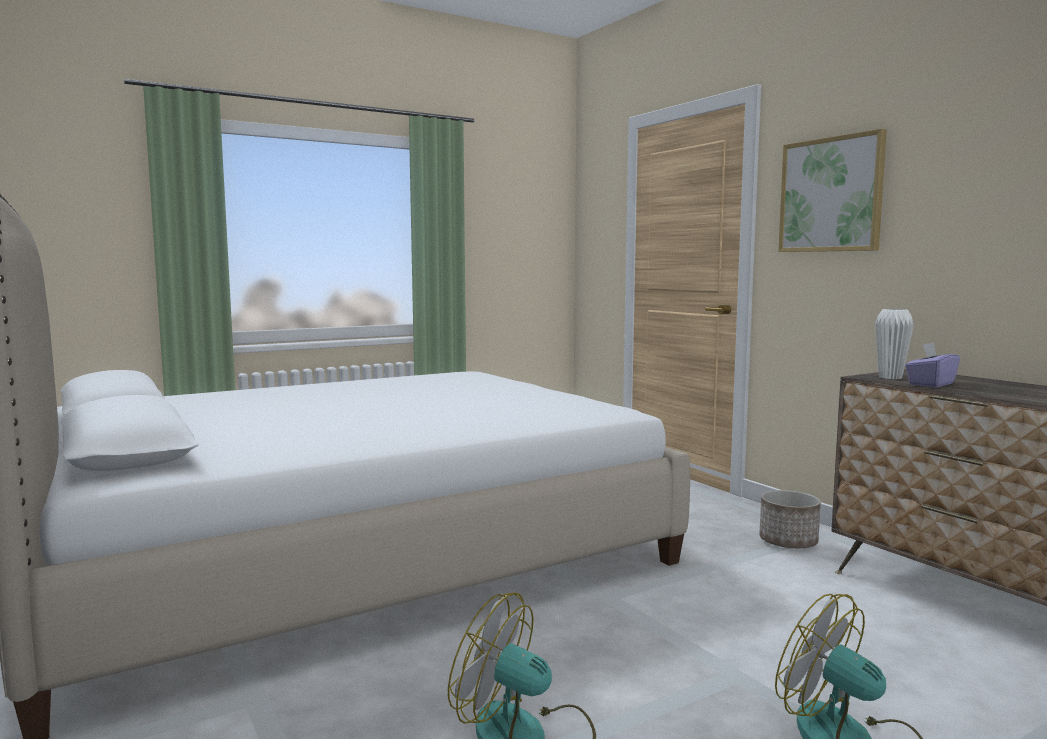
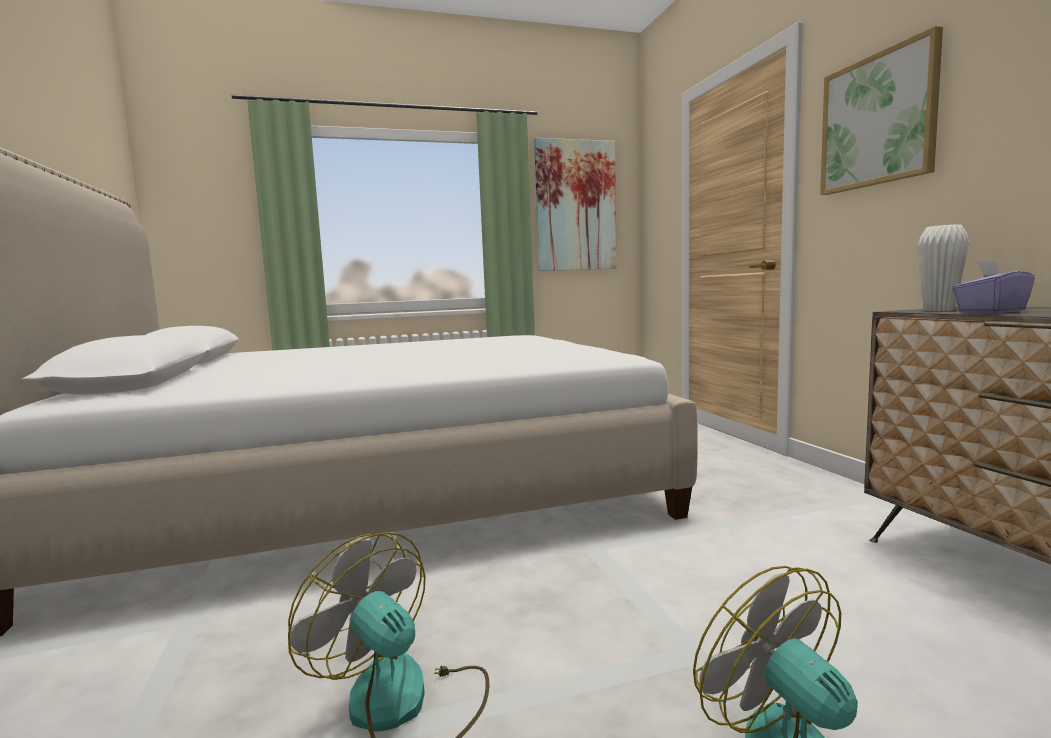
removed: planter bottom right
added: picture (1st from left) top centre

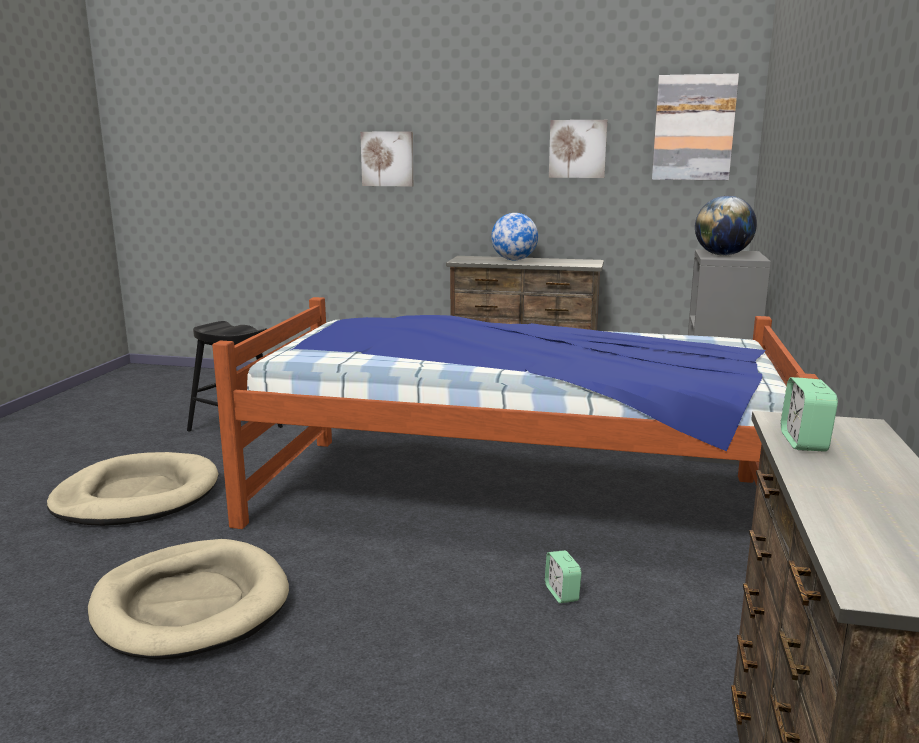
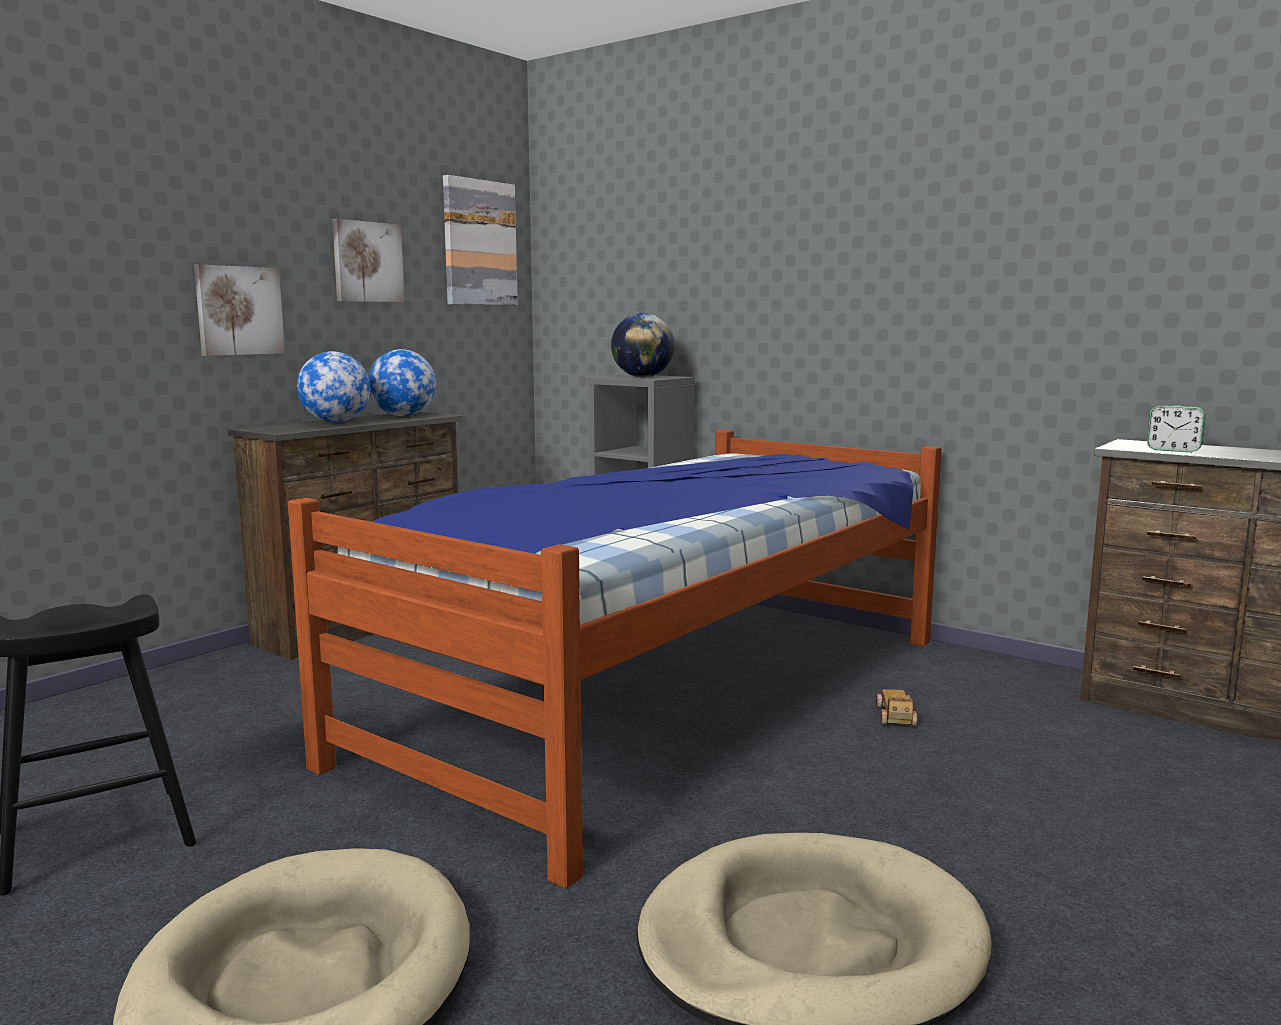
added: globe (2nd from left) middle left
moved: picture (1st from left) top centre to top left
replaced: alarm clock (1st from left) bottom centre to toy car bottom right

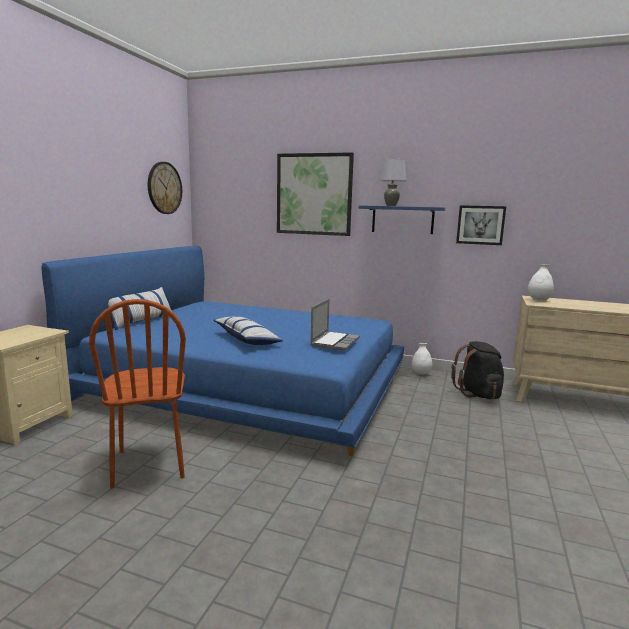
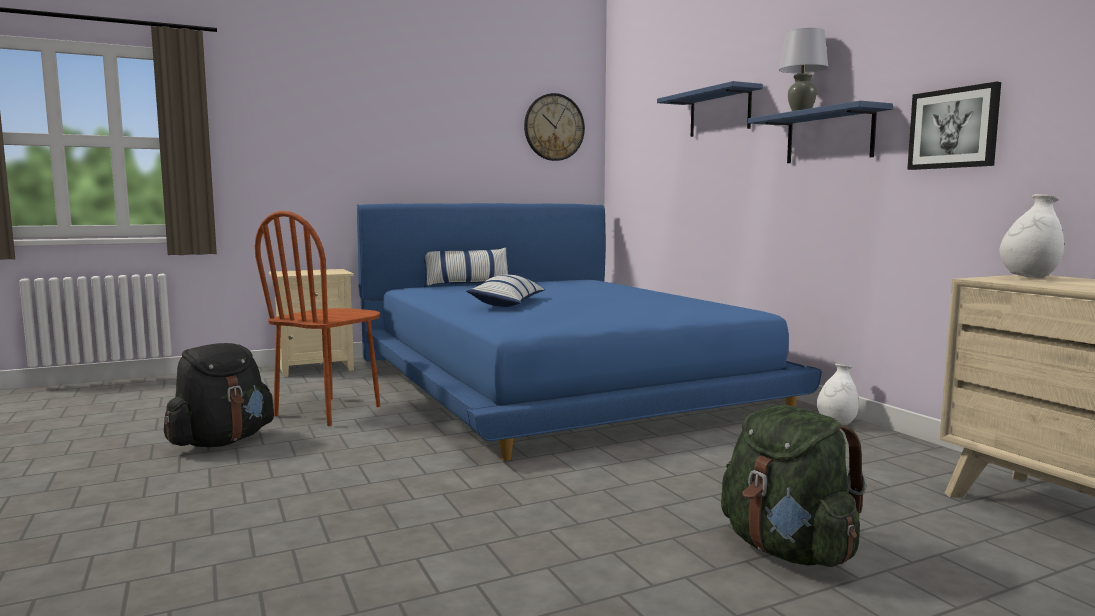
removed: laptop centre
added: green backpack bottom right
moved: black backpack middle right to middle left
replaced: picture (1st from left) top centre to blue shelf (1st from left) top centre

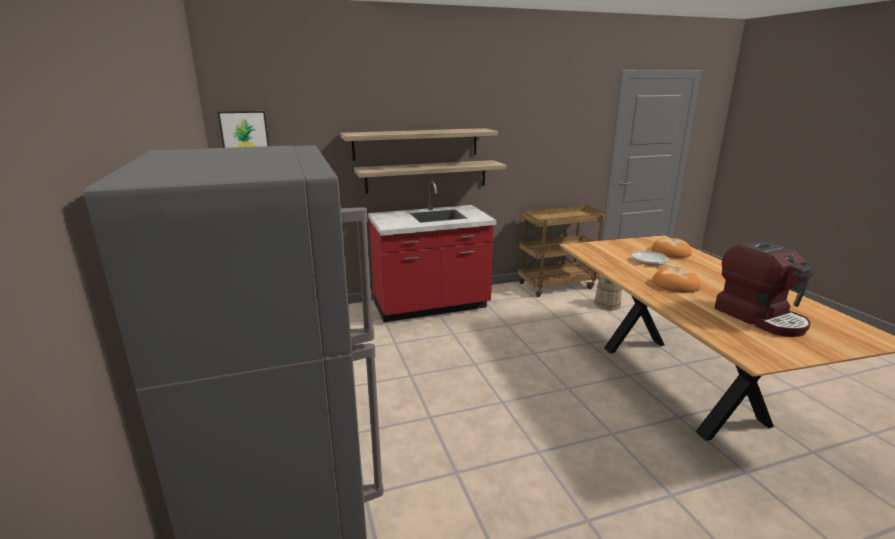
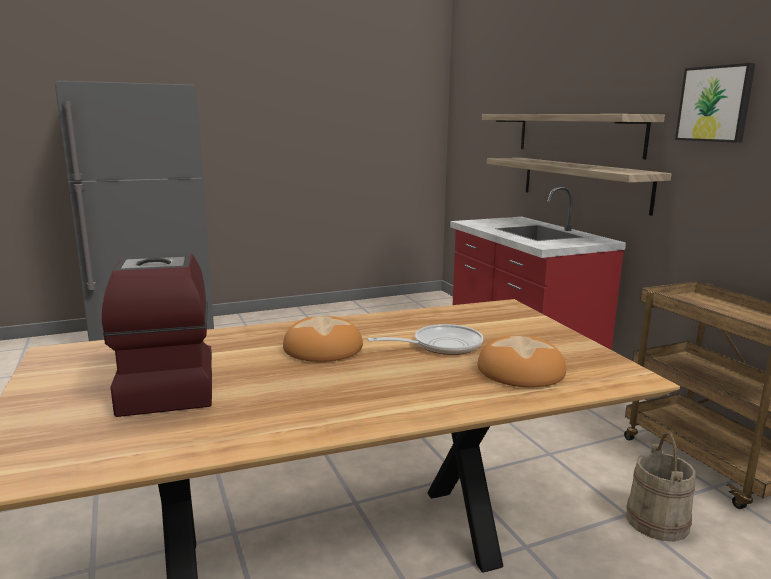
moved: picture top left to top right
turned: coffee machine middle right = middle left 105 degrees clockwise

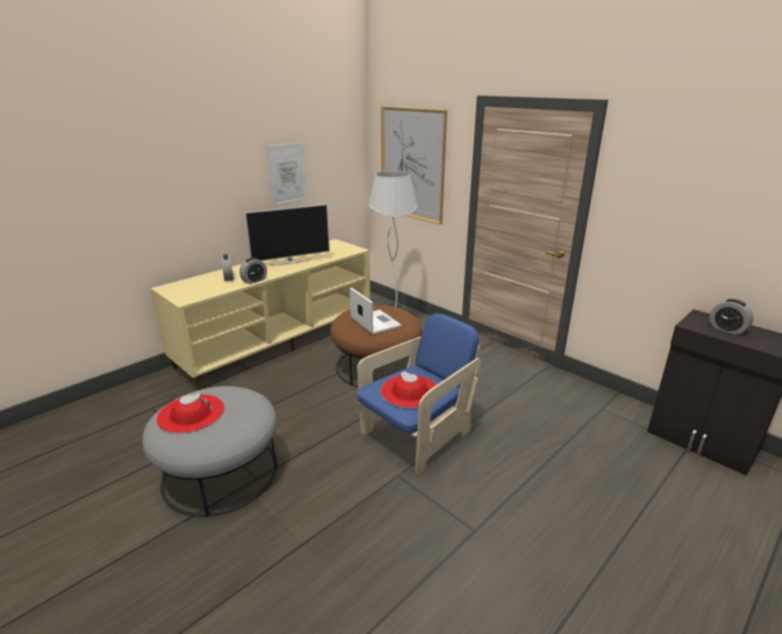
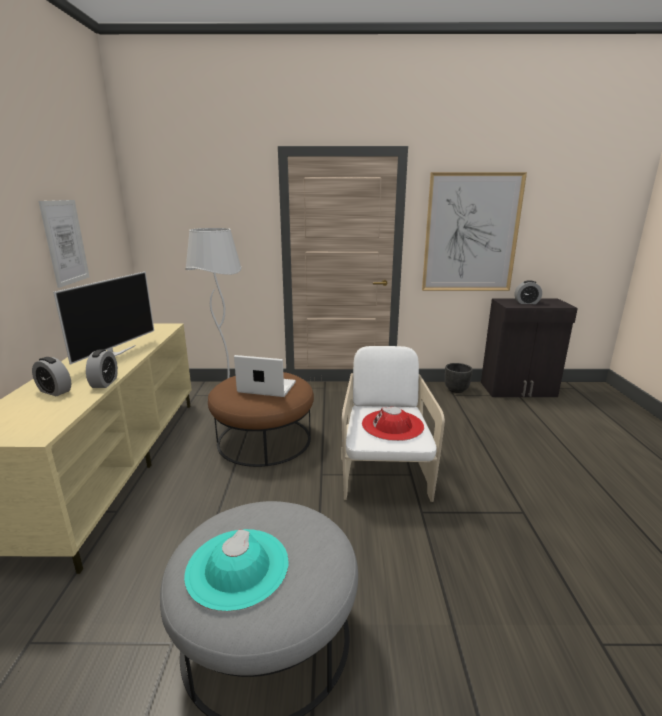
added: black planter middle right
moved: picture (2nd from left) top centre to top right
recoloured: red hat (1st from left) middle left to turquoise hat bottom centre; blue armchair centre to white armchair centre

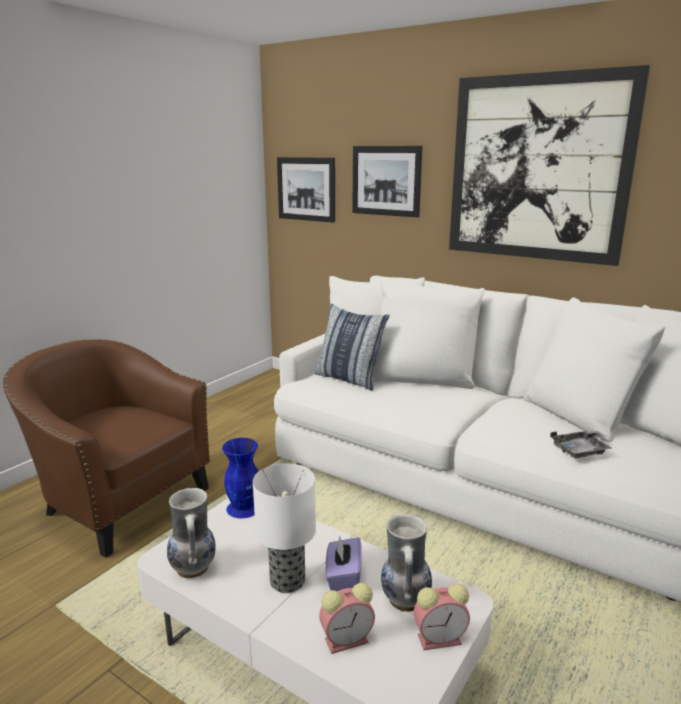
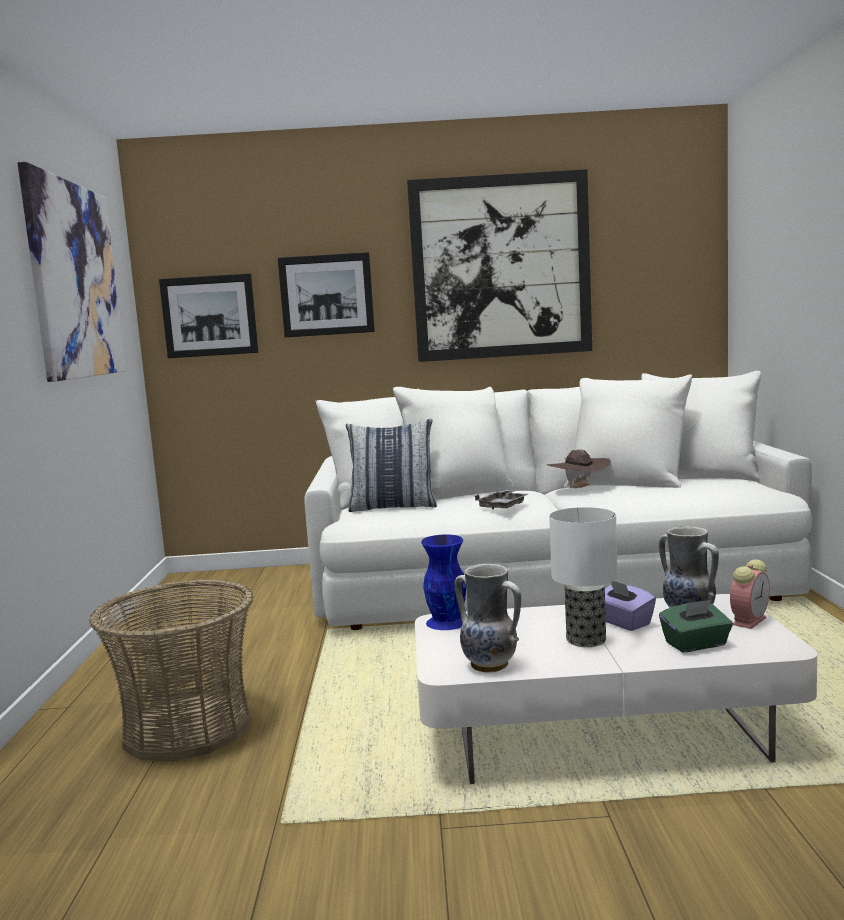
added: picture (1st from left) top left; brown hat middle right
moved: grey tray middle right to centre
replaced: brown armchair middle left to basket bottom left; alarm clock (1st from left) bottom centre to green tissue box bottom right

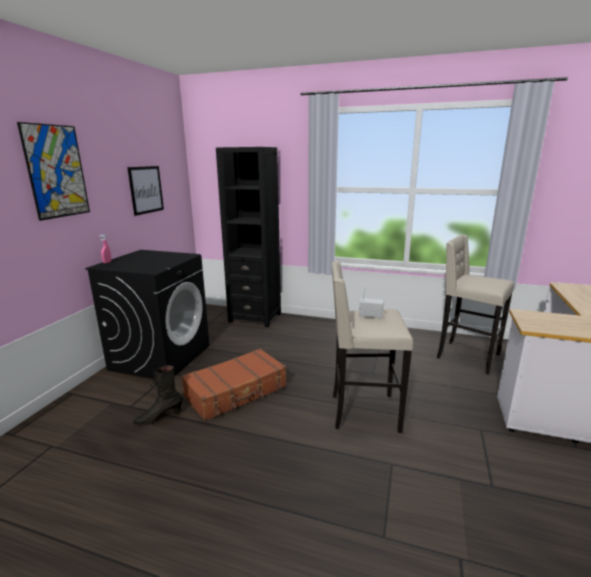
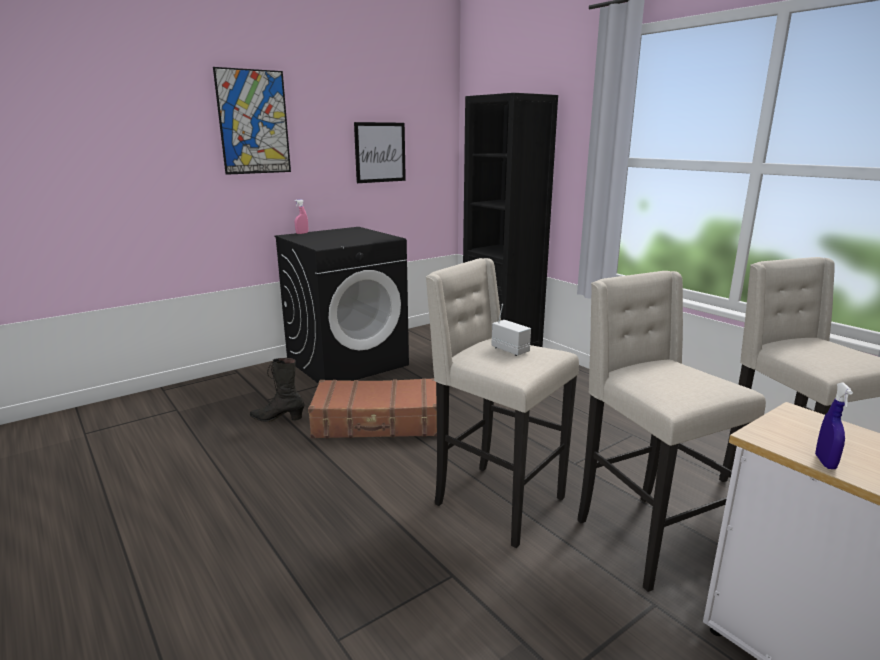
added: beige stool (2nd from left) middle right; blue spray bottle middle right

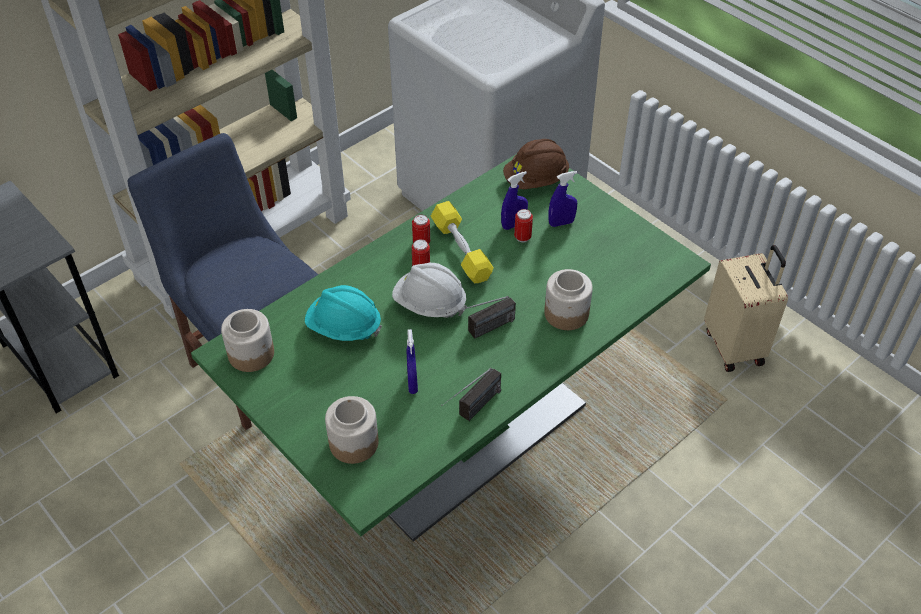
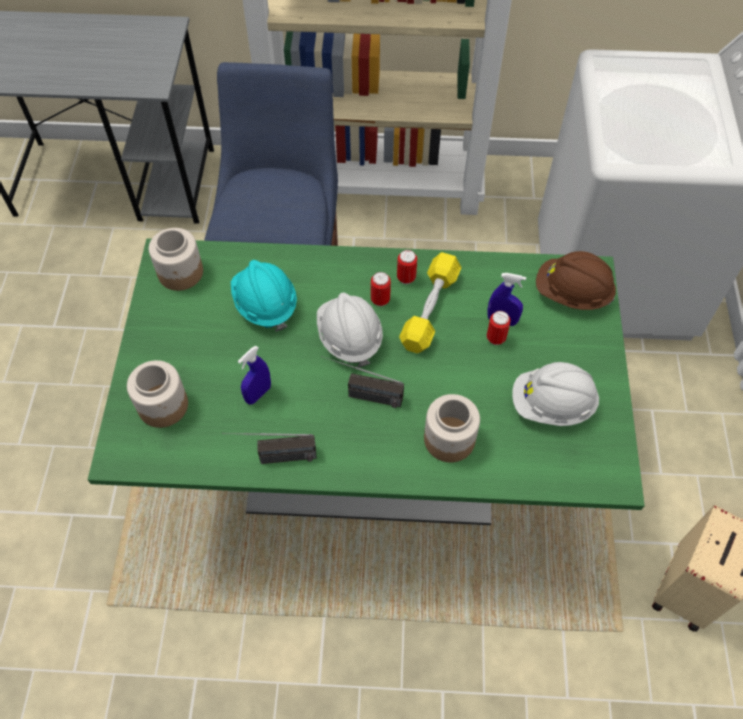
removed: blue spray bottle (3rd from left) top centre
added: white hard hat (2nd from left) middle right

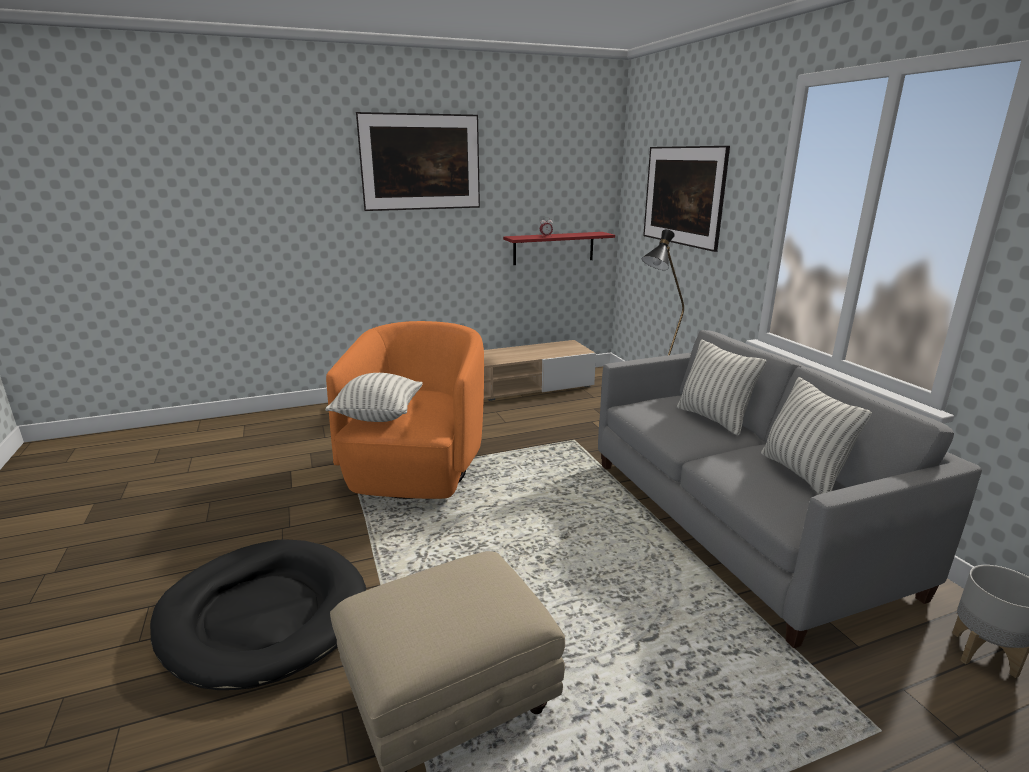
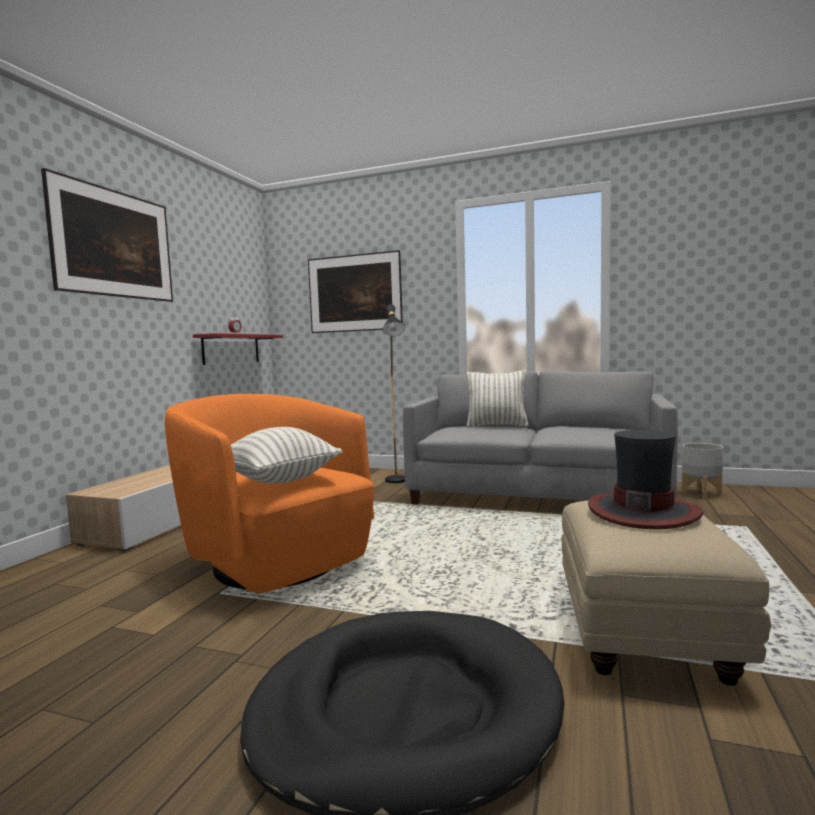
removed: pillow (3rd from left) middle right
added: hat middle right

